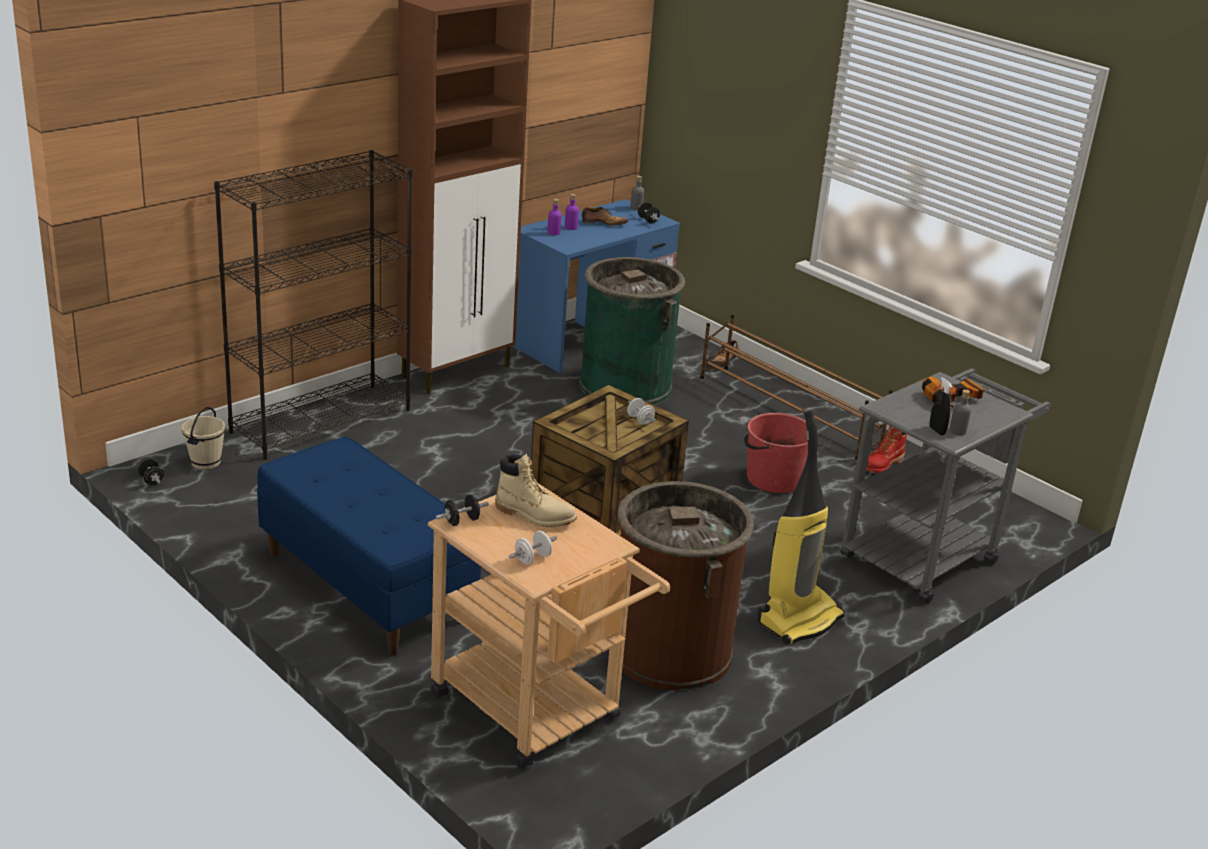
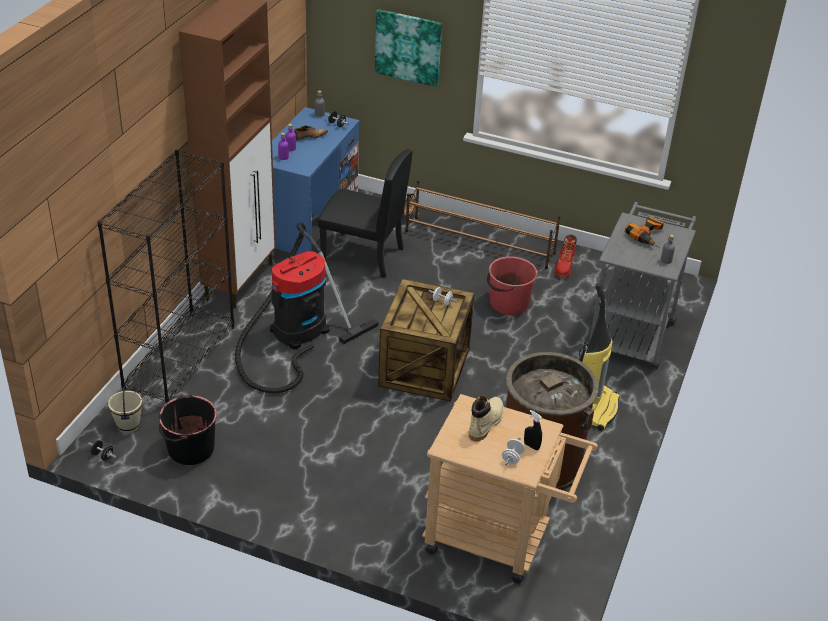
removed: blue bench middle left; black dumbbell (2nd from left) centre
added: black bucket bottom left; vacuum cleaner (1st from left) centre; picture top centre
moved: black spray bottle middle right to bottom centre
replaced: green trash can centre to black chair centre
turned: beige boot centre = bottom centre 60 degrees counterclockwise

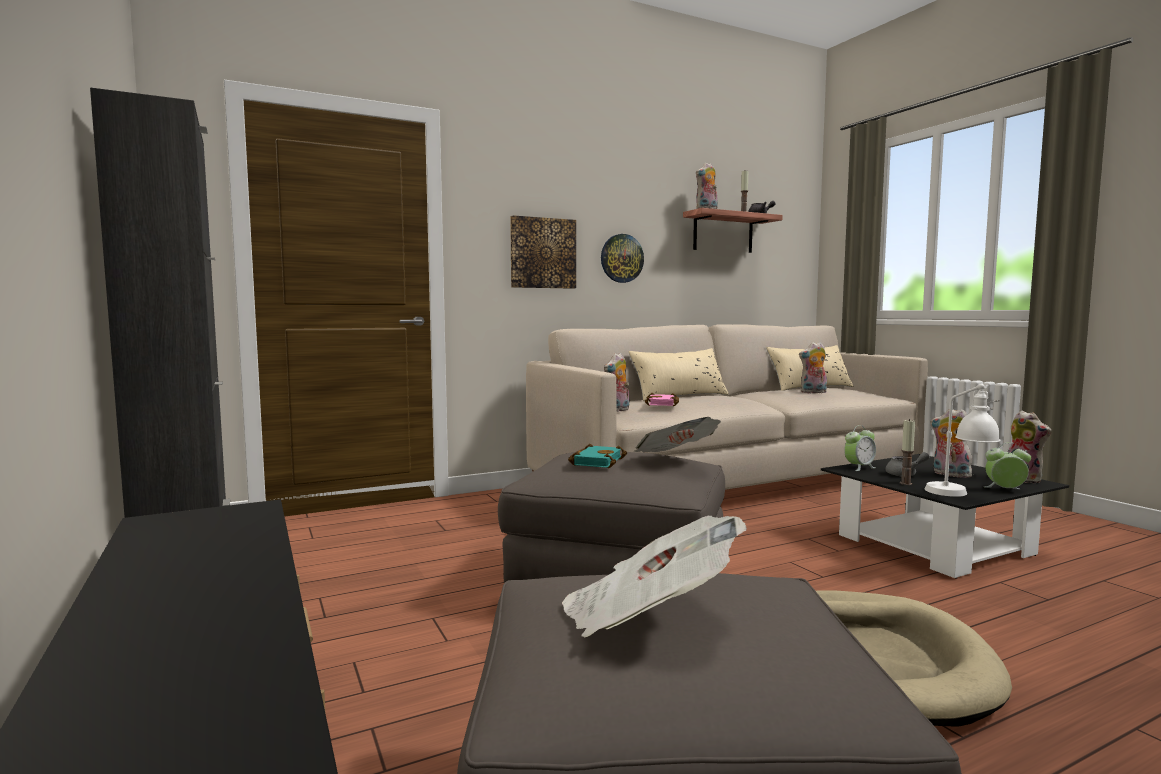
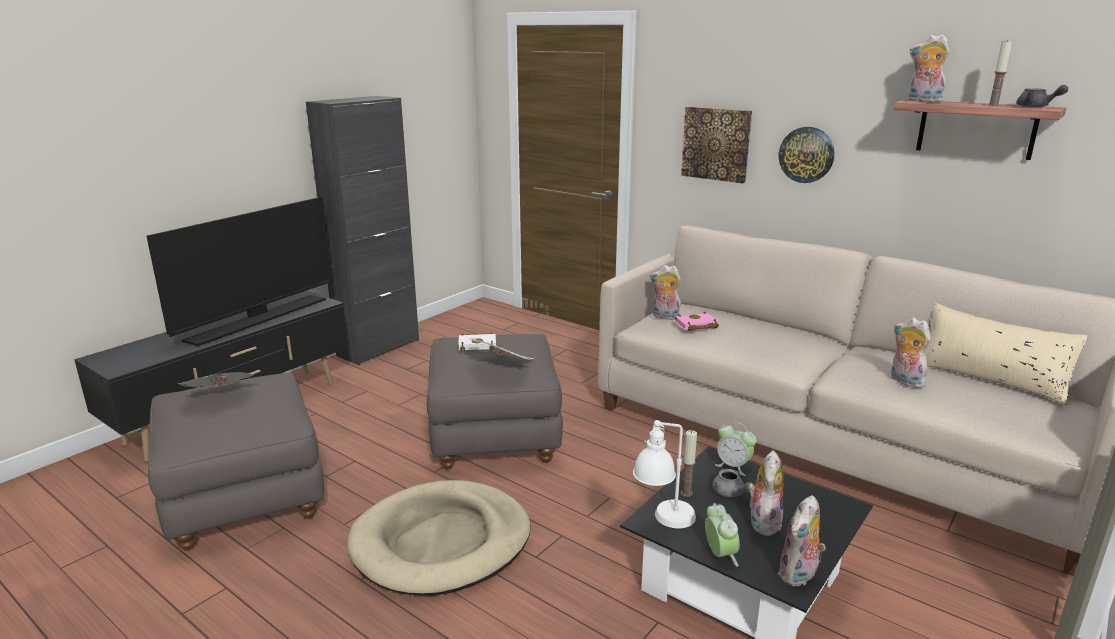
removed: beige pillow (1st from left) centre
added: television middle left
recoloured: turquoise book centre to white book centre

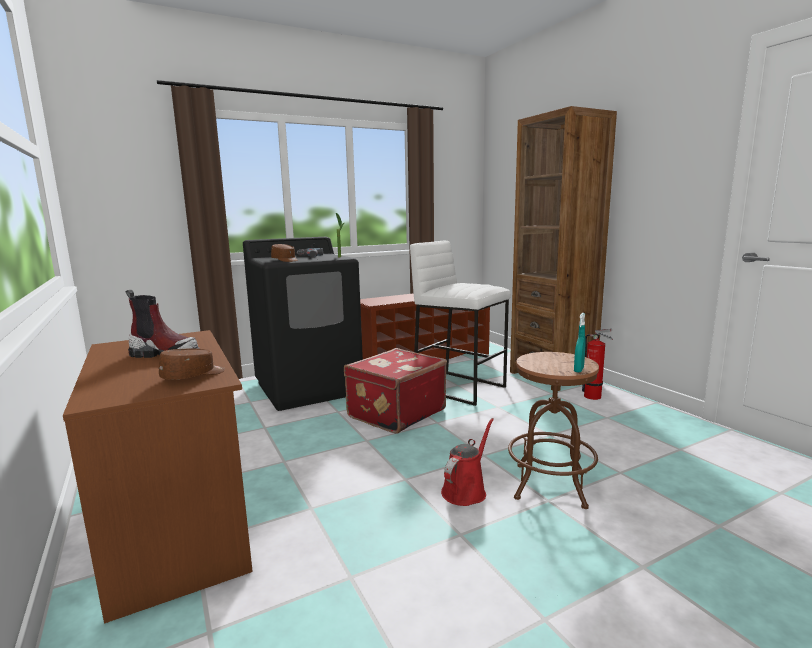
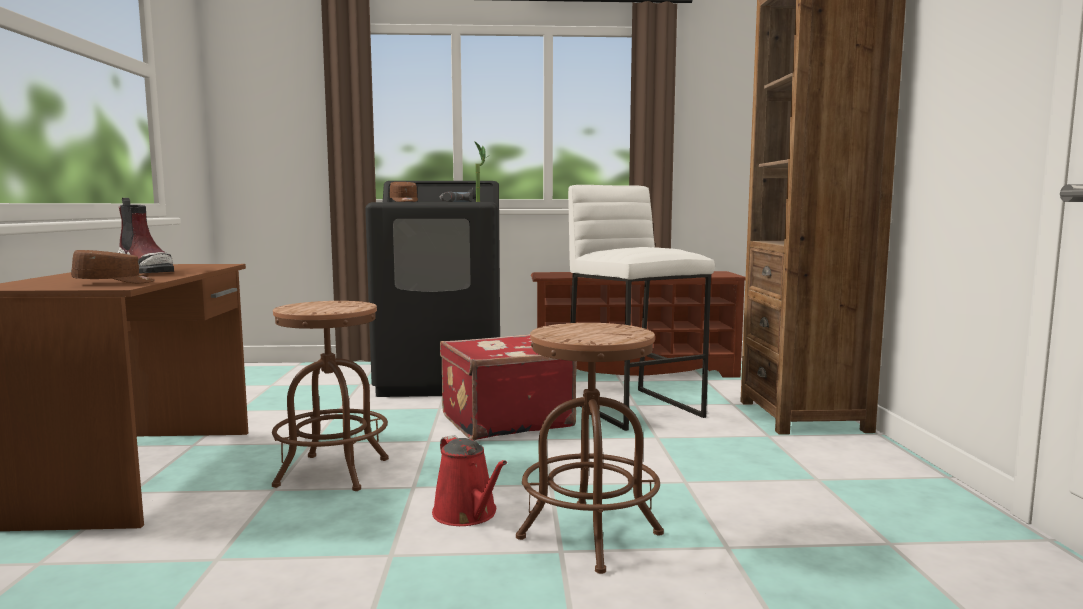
removed: turquoise spray bottle middle right; fire extinguisher middle right
added: brown stool (1st from left) middle left
turned: red watering can bottom centre = bottom centre 90 degrees clockwise

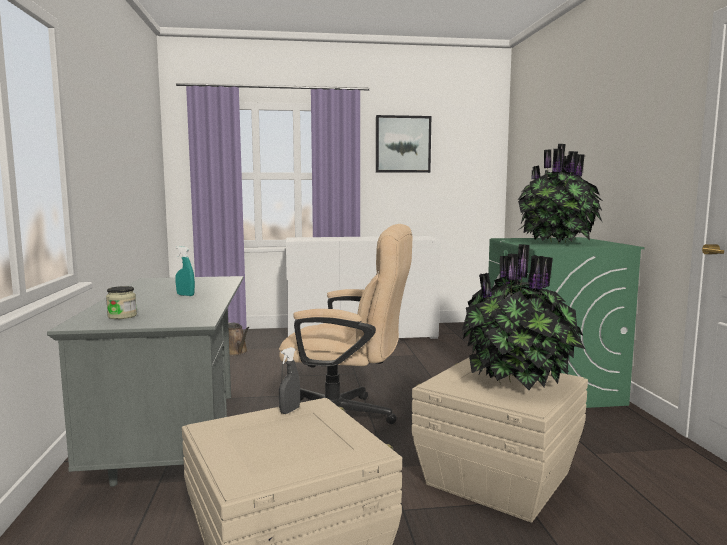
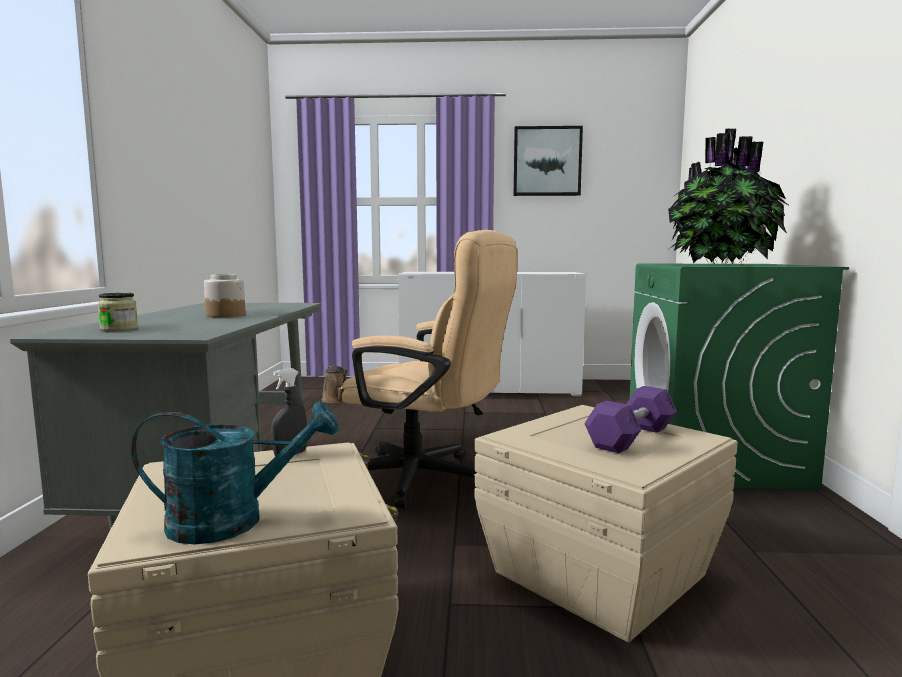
added: turquoise watering can bottom left
replaced: turquoise spray bottle middle left to jar (2nd from left) middle left; potted plant (1st from left) middle right to purple dumbbell middle right

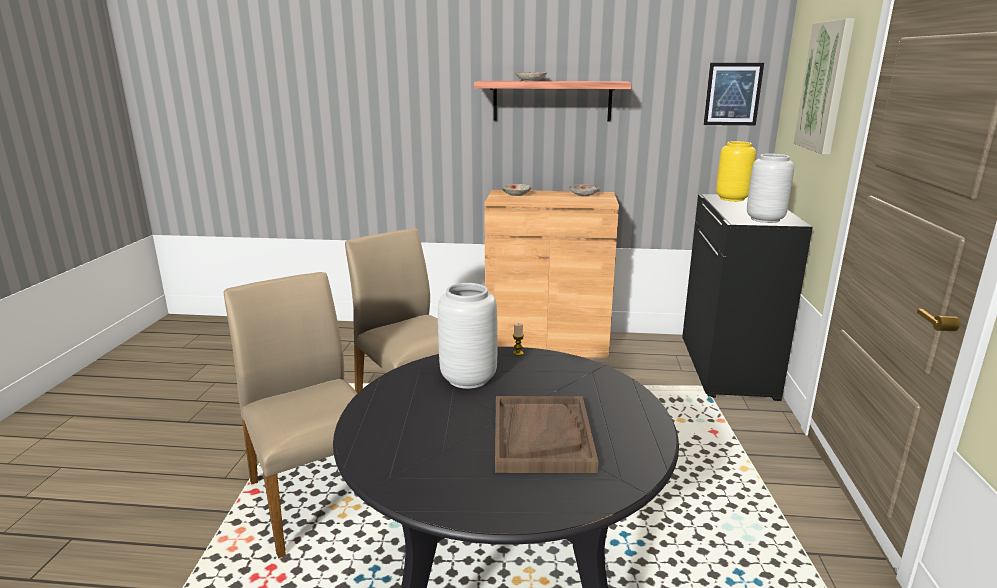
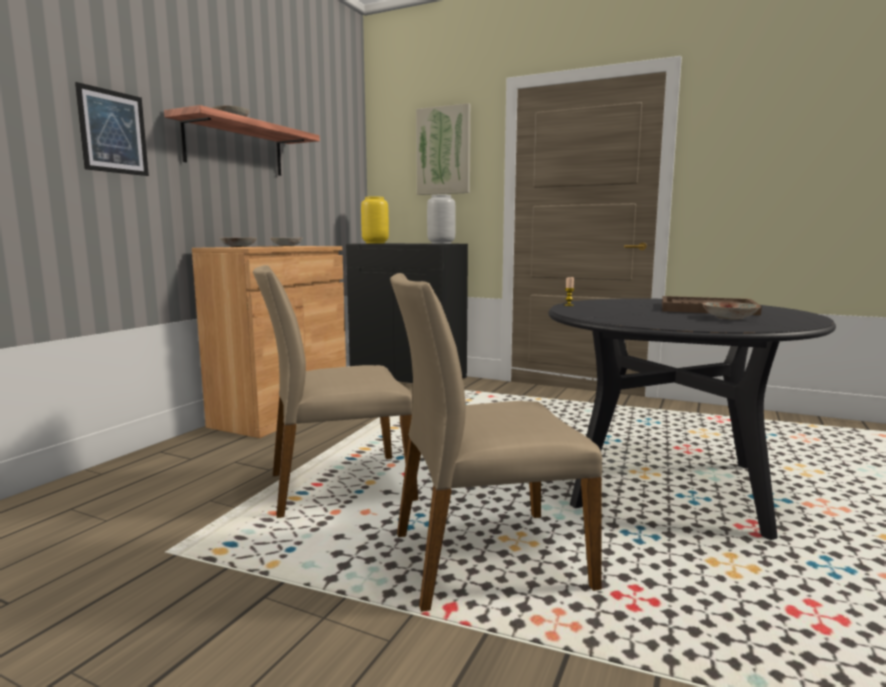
removed: grey vase (1st from left) centre
added: plate (4th from left) middle right
moved: picture (1st from left) top right to top left

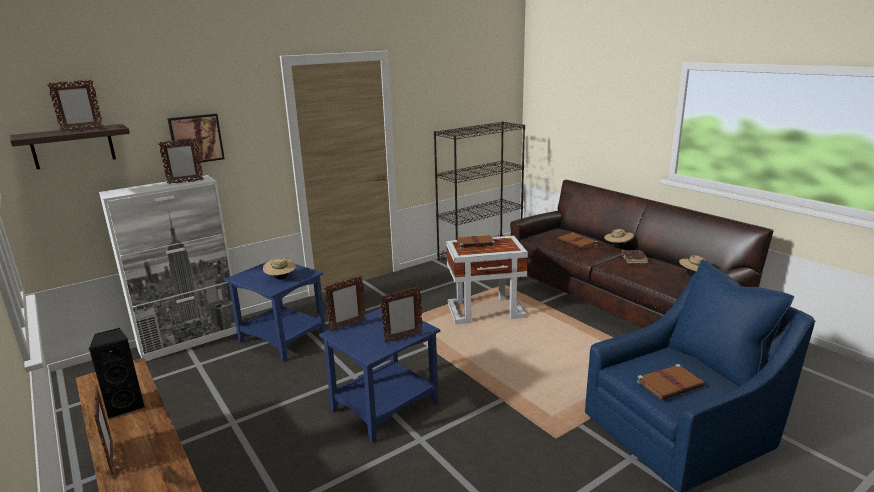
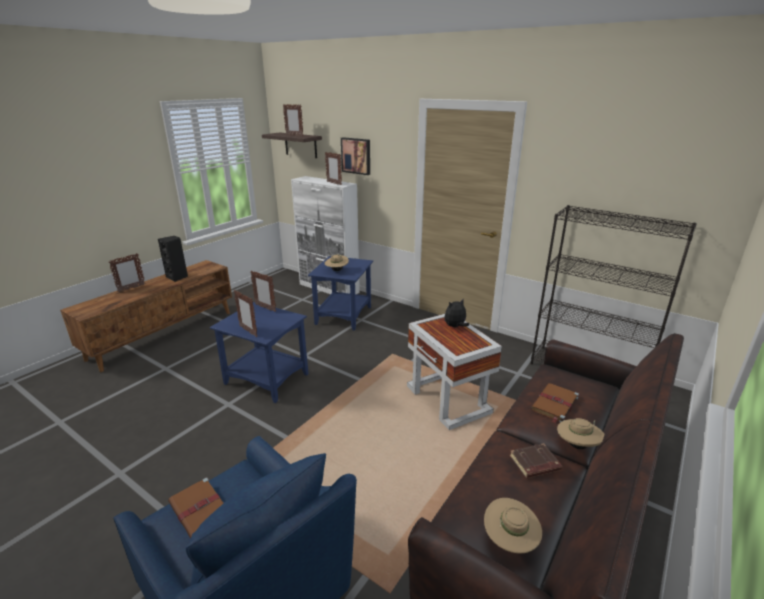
replaced: brown book (1st from left) centre to plush toy centre

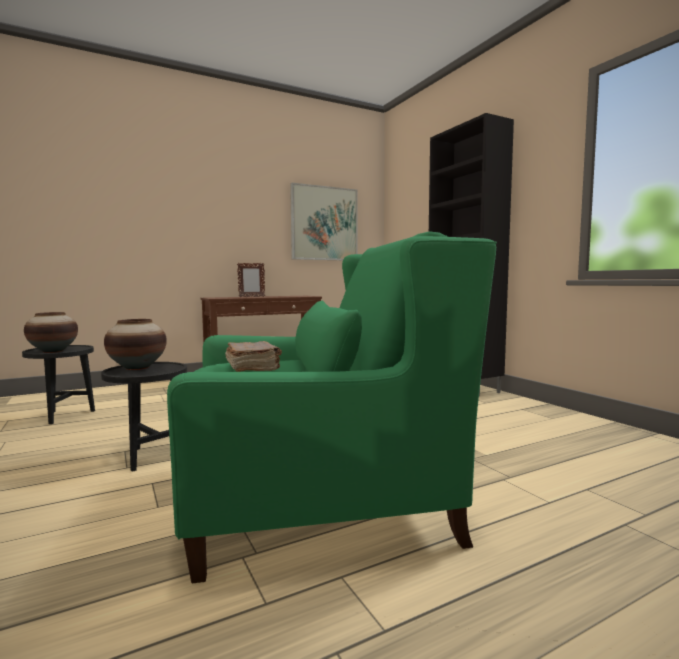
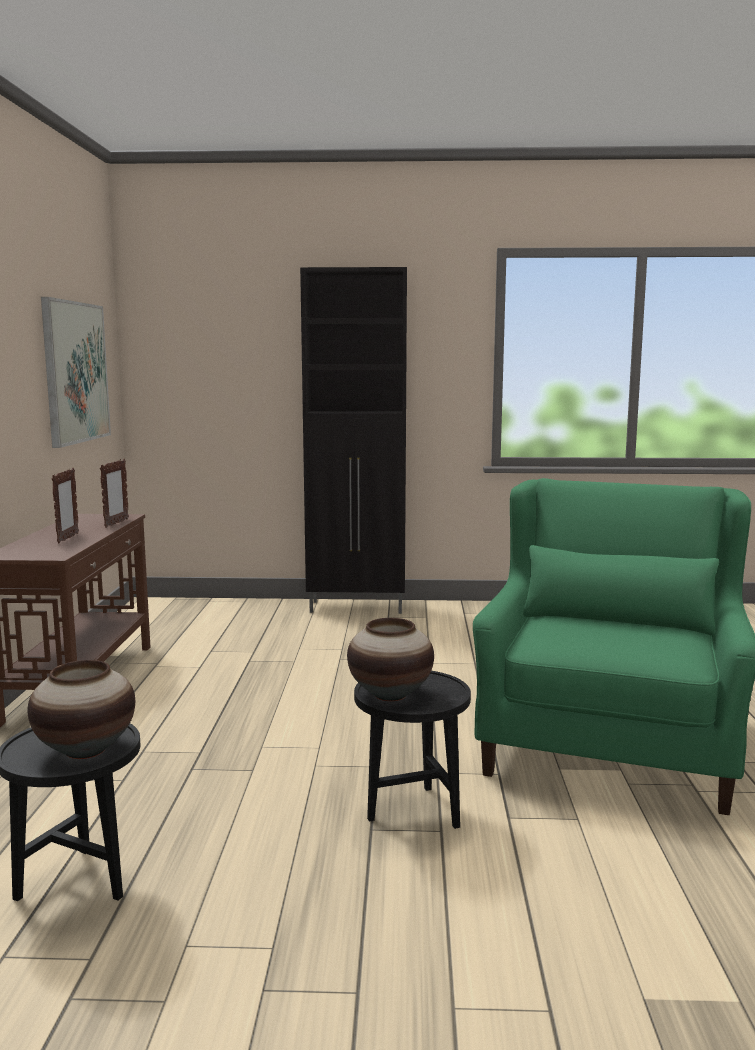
removed: brown book centre
added: picture frame (2nd from left) middle left

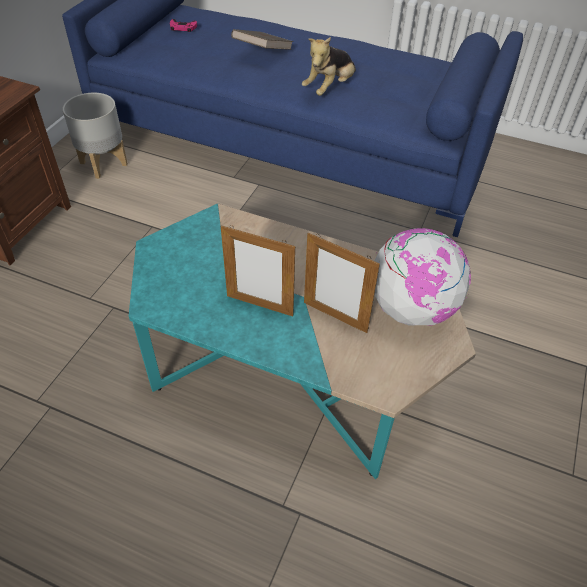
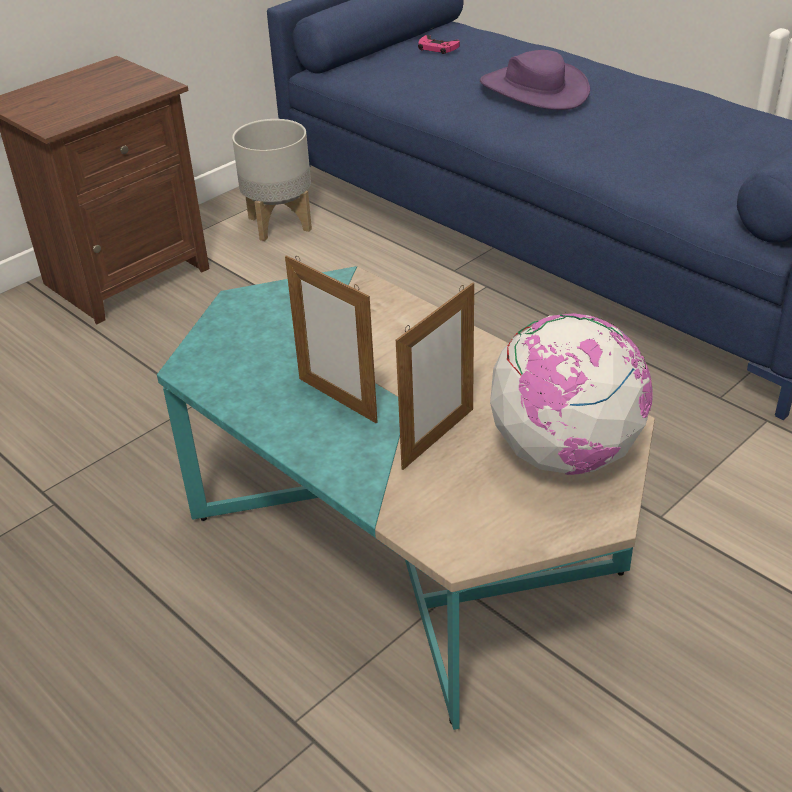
removed: plush toy top centre
replaced: brown book top centre to purple hat top right
turned: picture frame (2nd from left) centre = centre 105 degrees counterclockwise

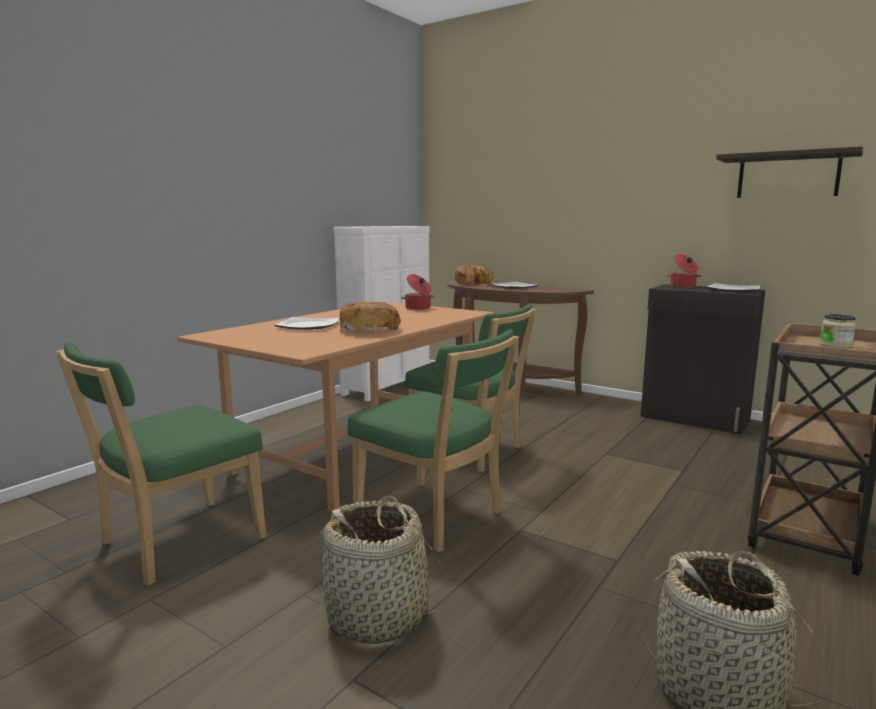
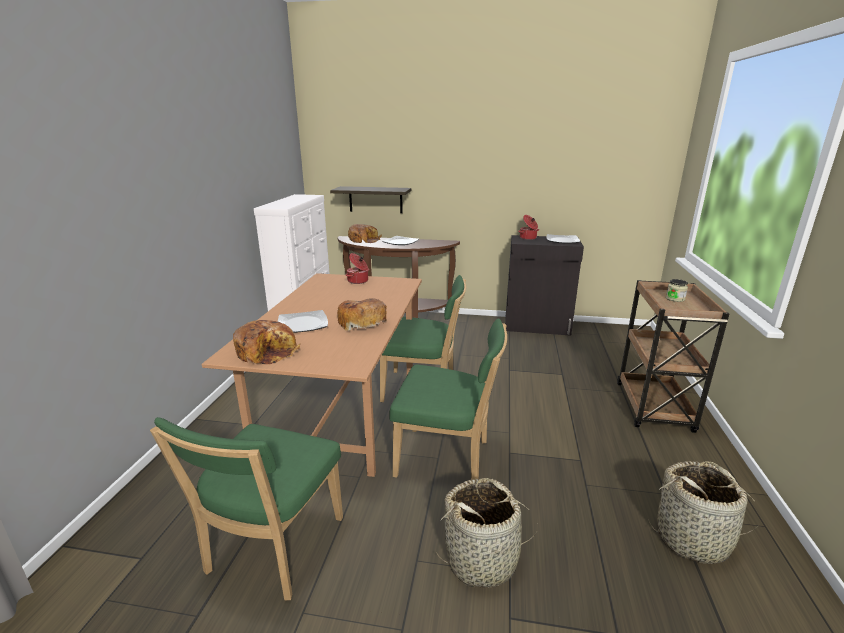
added: bread (1st from left) middle left
moved: shelf top right to top centre

